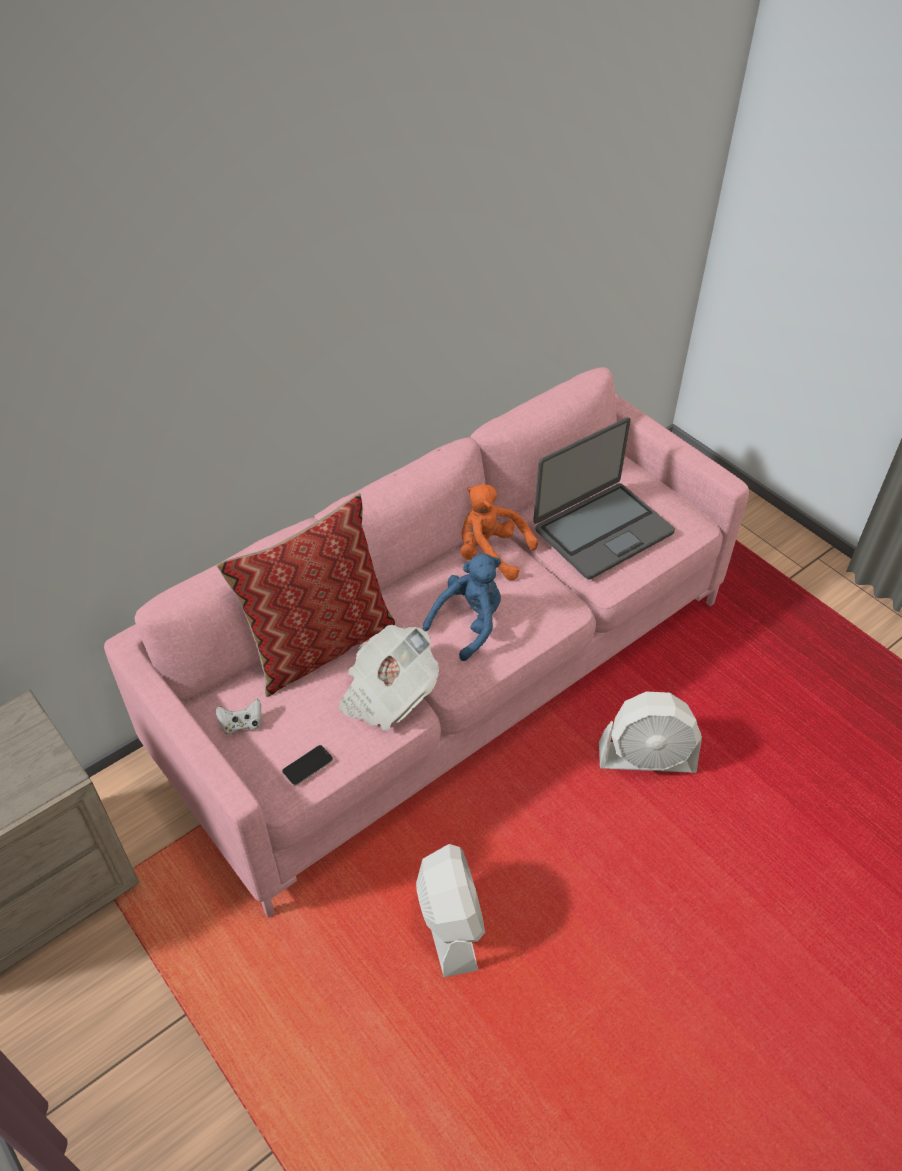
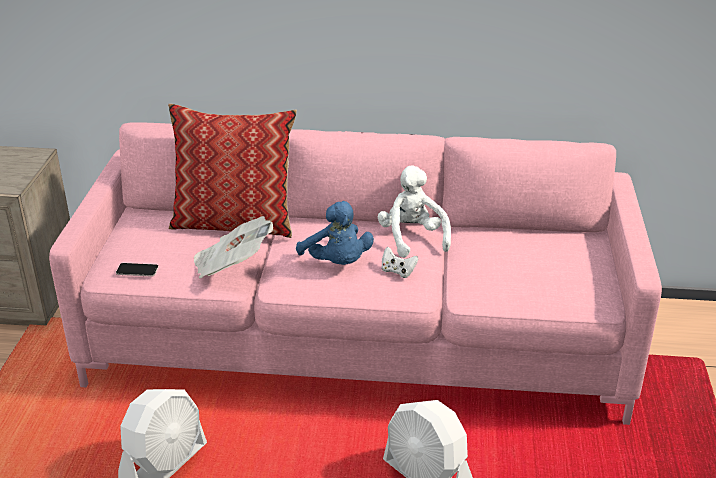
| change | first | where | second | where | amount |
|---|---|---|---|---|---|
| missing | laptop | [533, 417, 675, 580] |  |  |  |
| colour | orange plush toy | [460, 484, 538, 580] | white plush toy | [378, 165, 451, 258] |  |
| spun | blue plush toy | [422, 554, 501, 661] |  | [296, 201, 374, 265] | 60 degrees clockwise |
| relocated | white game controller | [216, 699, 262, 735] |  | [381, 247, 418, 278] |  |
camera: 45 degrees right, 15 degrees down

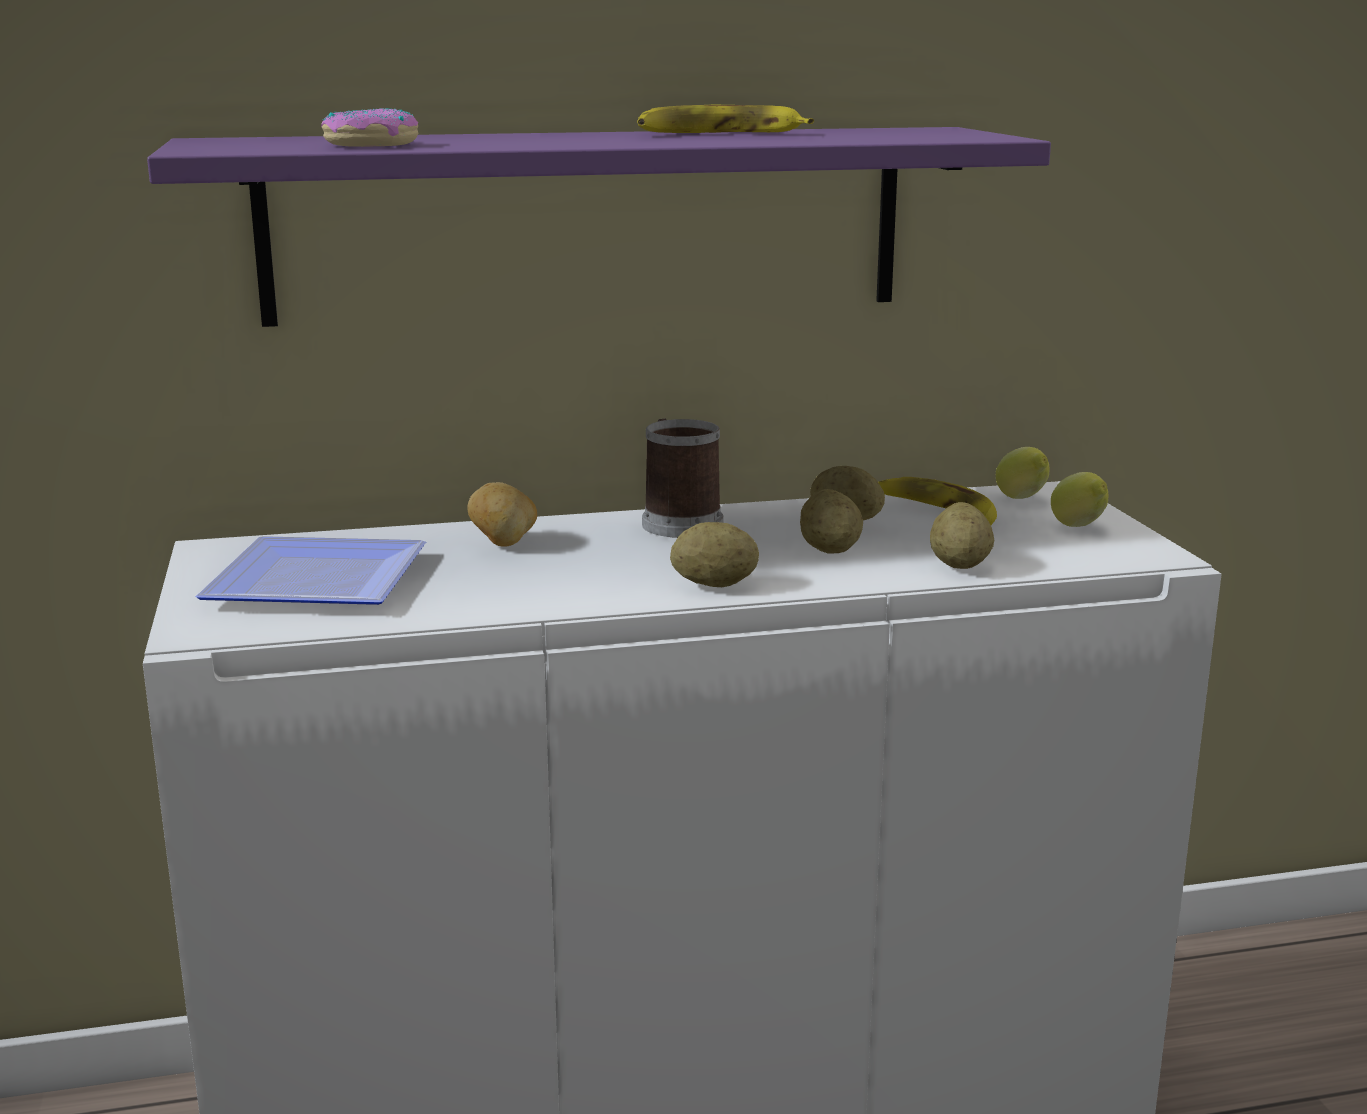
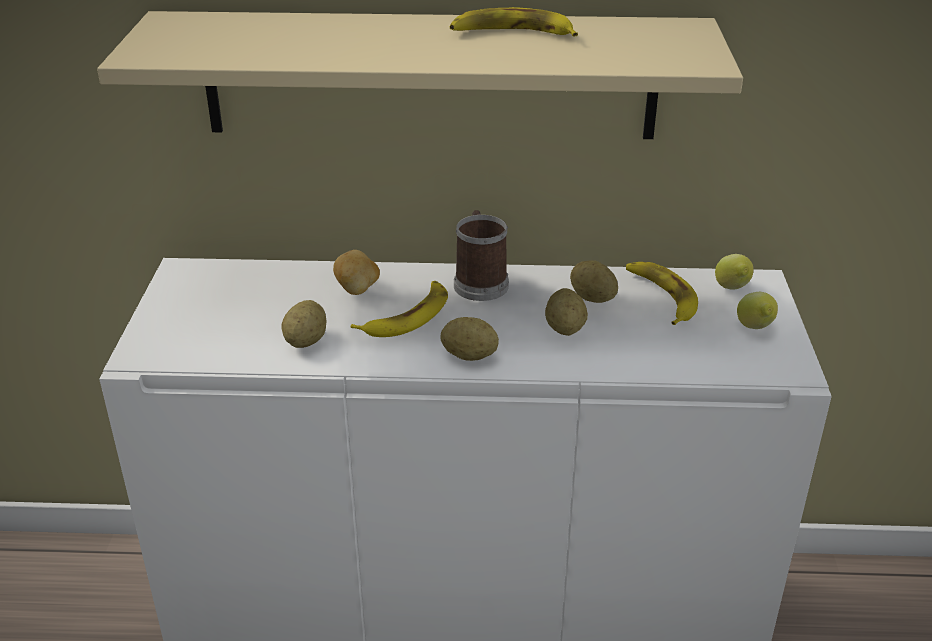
| change | first | where | second | where | amount |
|---|---|---|---|---|---|
| missing | donut | [321, 108, 418, 147] |  |  |  |
| colour | purple shelf | [147, 127, 1051, 327] | beige shelf | [97, 11, 743, 139] |  |
| relocated | potato | [930, 502, 994, 569] |  | [281, 300, 327, 348] |  |
| missing | plate | [195, 536, 426, 605] |  |  |  |
| appeared |  |  | banana | [351, 281, 448, 337] |  |
camera: 15 degrees right, 15 degrees up

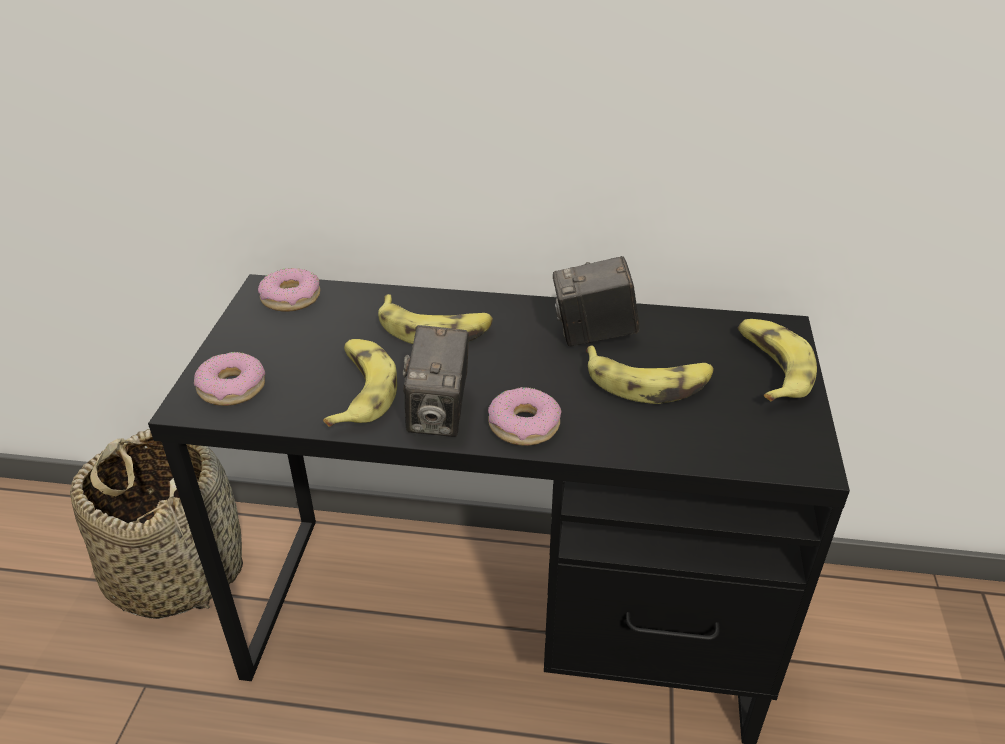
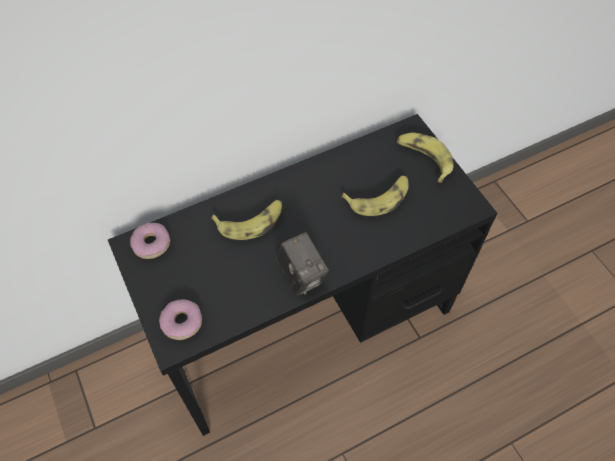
| change | first | where | second | where | amount |
|---|---|---|---|---|---|
| missing | photo camera | [553, 256, 640, 347] |  |  |  |
| missing | banana | [323, 339, 397, 427] |  |  |  |
| missing | donut | [488, 387, 561, 446] |  |  |  |
| missing | basket | [70, 429, 243, 619] |  |  |  |
camera: 35 degrees left, 20 degrees up

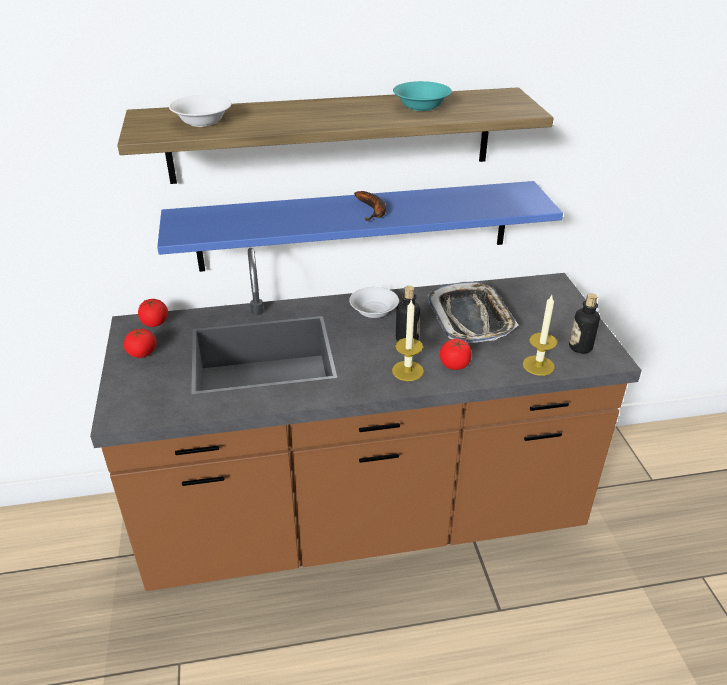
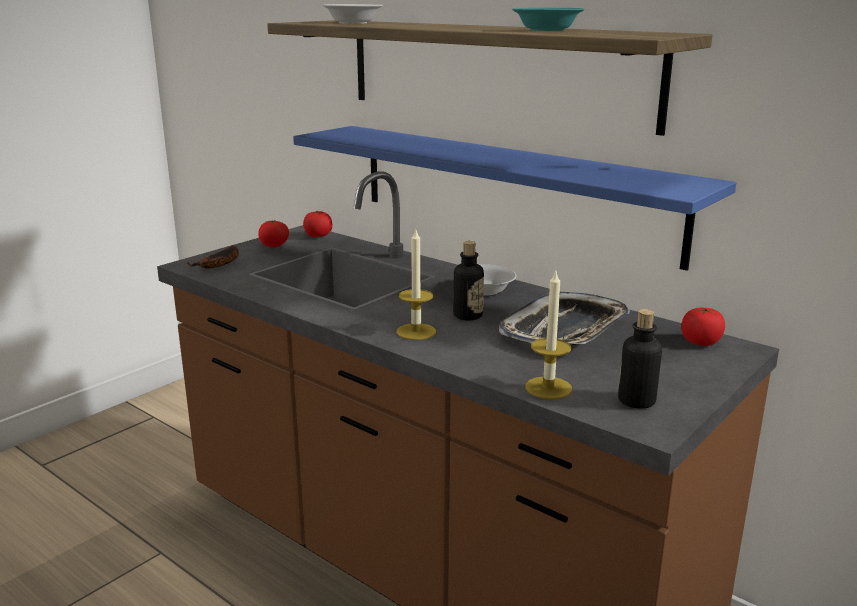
| change | first | where | second | where | amount |
|---|---|---|---|---|---|
| relocated | banana | [354, 191, 386, 221] |  | [187, 246, 239, 269] |  |
| relocated | tomato | [440, 339, 472, 370] |  | [681, 307, 725, 346] |  |
camera: 50 degrees right, 15 degrees down

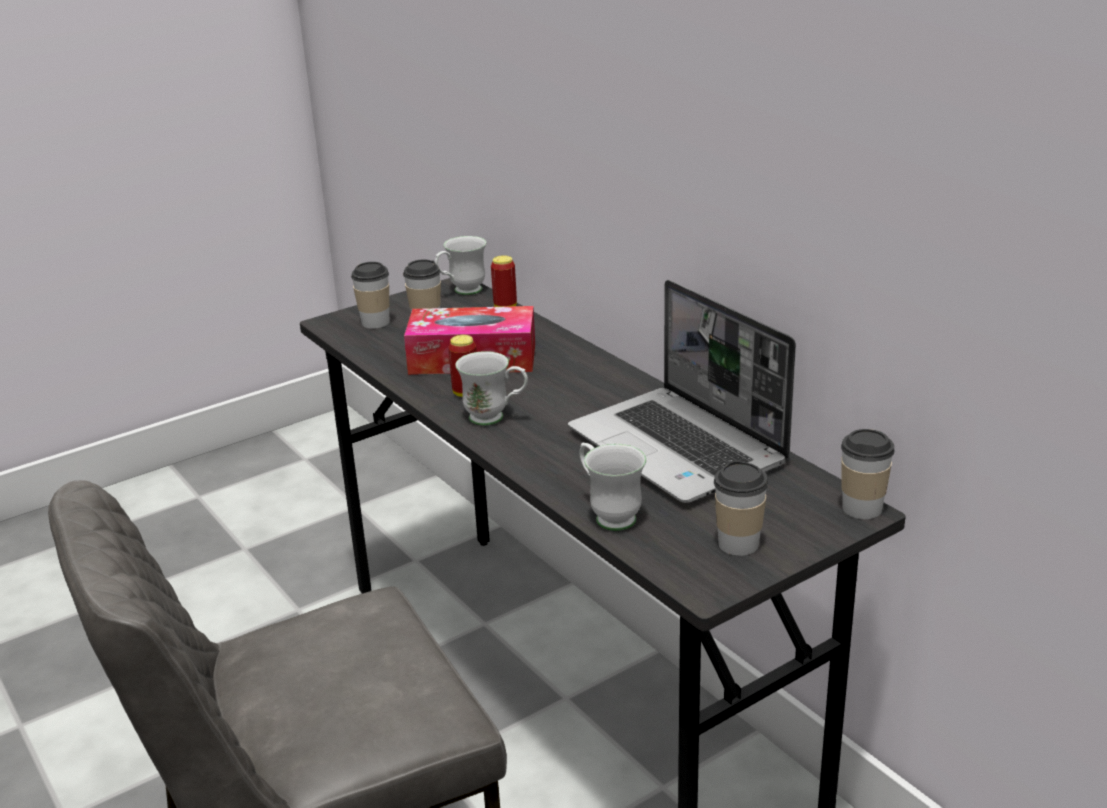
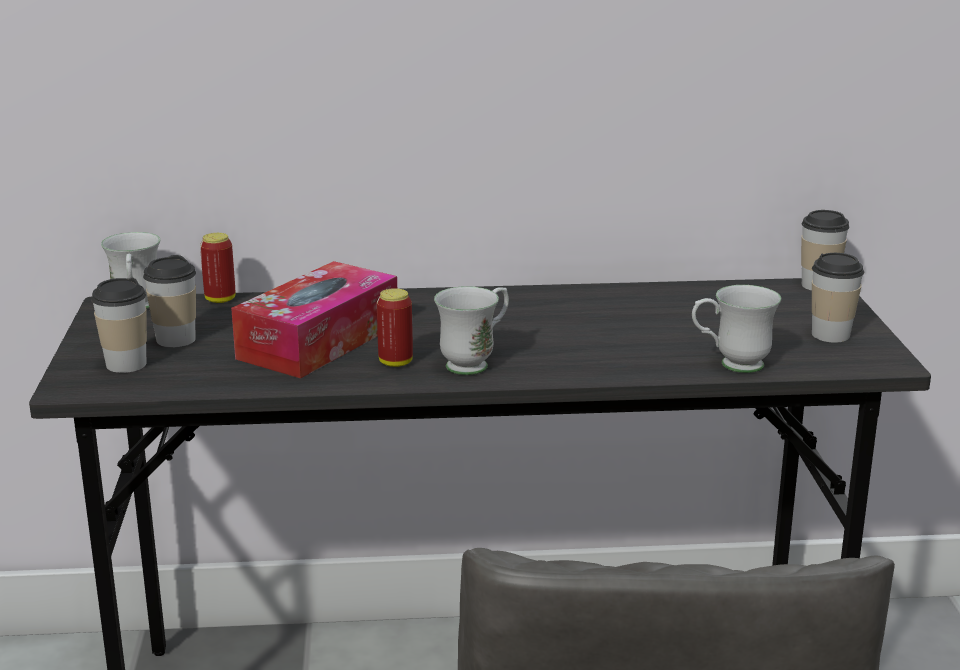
| change | first | where | second | where | amount |
|---|---|---|---|---|---|
| missing | laptop | [568, 280, 796, 503] |  |  |  |
camera: 60 degrees left, 5 degrees down

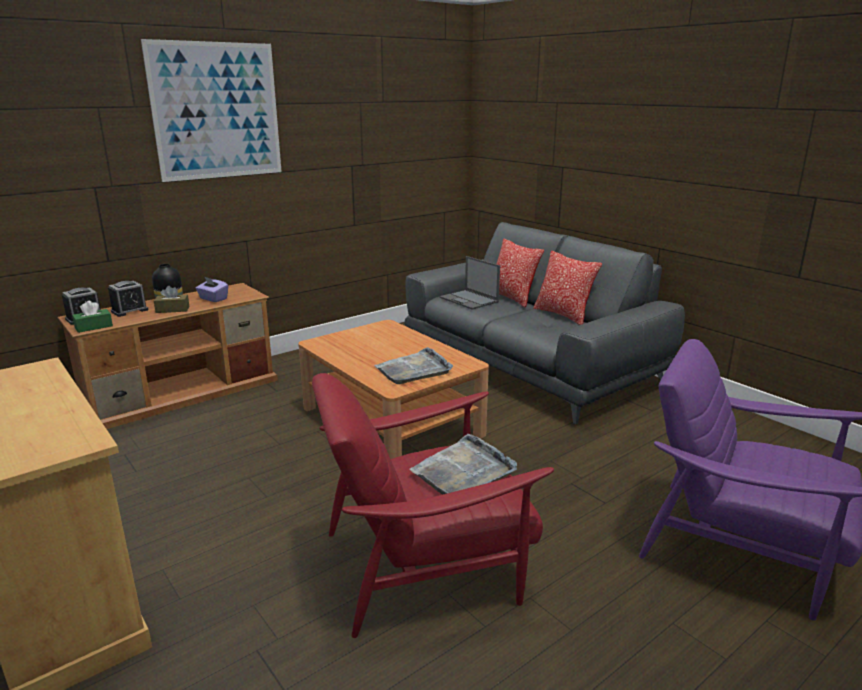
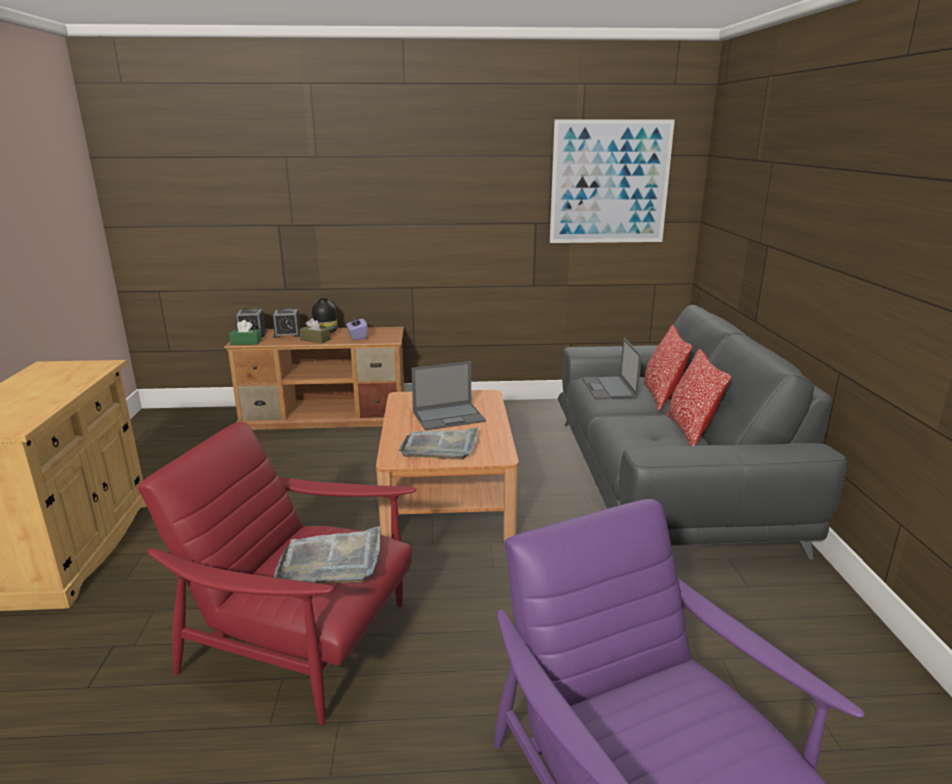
| change | first | where | second | where | amount |
|---|---|---|---|---|---|
| relocated | picture | [141, 39, 282, 182] |  | [550, 119, 675, 243] |  |
| appeared |  |  | laptop | [411, 361, 486, 431] |  |
camera: 35 degrees right, 0 degrees up

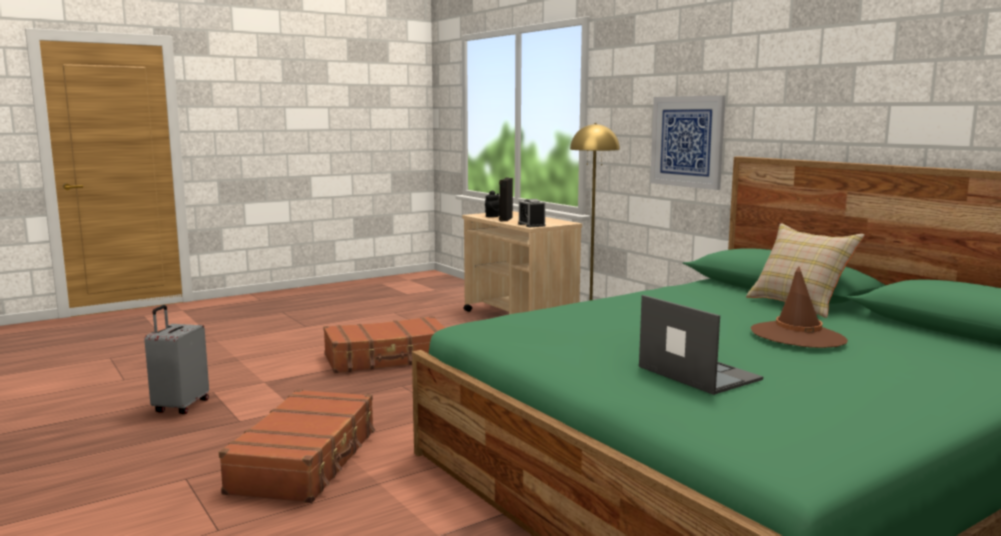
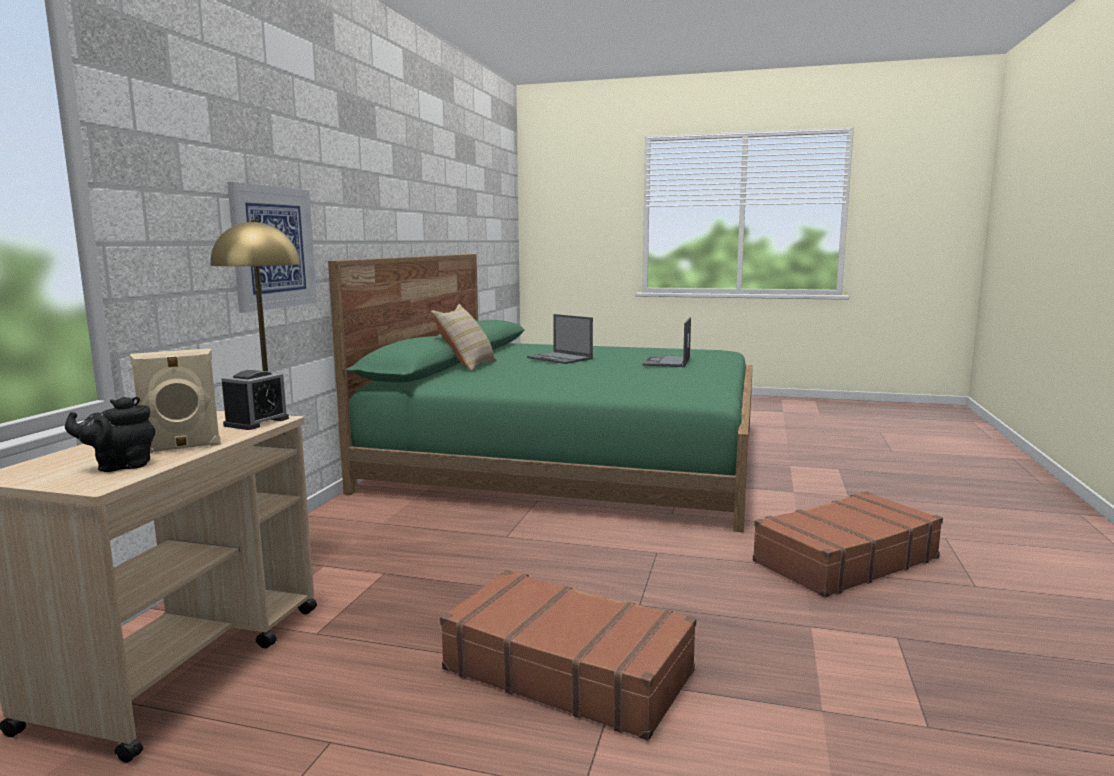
| change | first | where | second | where | amount |
|---|---|---|---|---|---|
| colour | black speaker | [499, 178, 513, 222] | beige speaker | [130, 349, 221, 453] |  |
| exchanged | brown hat | [751, 266, 848, 348] | laptop | [527, 314, 593, 364] |  |
| missing | grey suitcase | [144, 305, 209, 414] |  |  |  |
camera: 130 degrees left, 0 degrees up

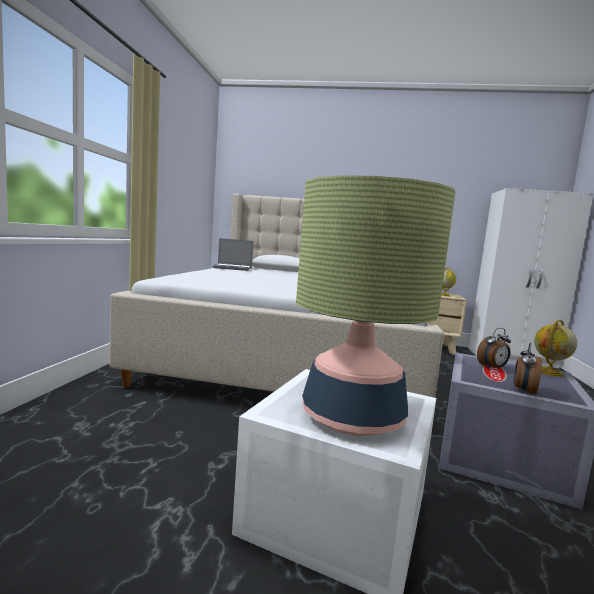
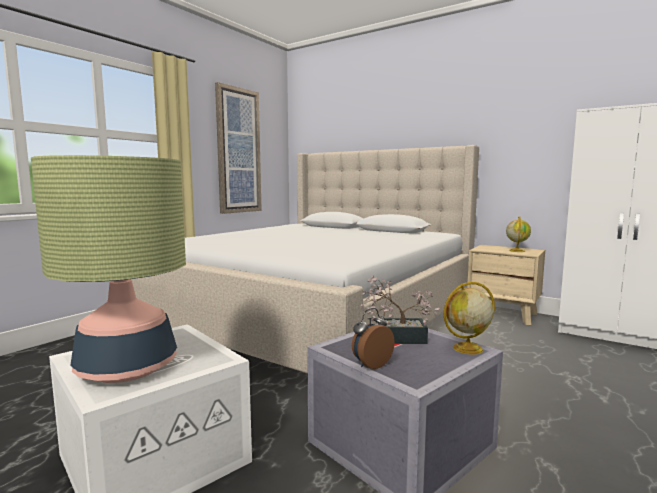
| change | first | where | second | where | amount |
|---|---|---|---|---|---|
| missing | laptop | [213, 238, 254, 271] |  |  |  |
| exchanged | alarm clock | [477, 328, 511, 369] | potted plant | [361, 276, 440, 344] |  |
| appeared |  |  | picture | [215, 82, 262, 214] |  |
camera: 25 degrees right, 0 degrees up

